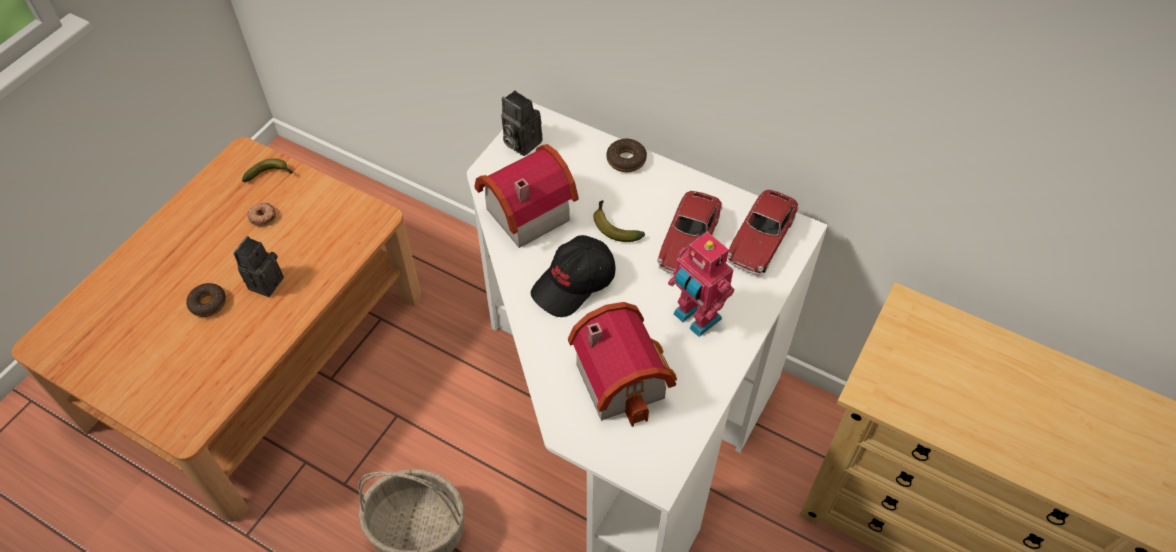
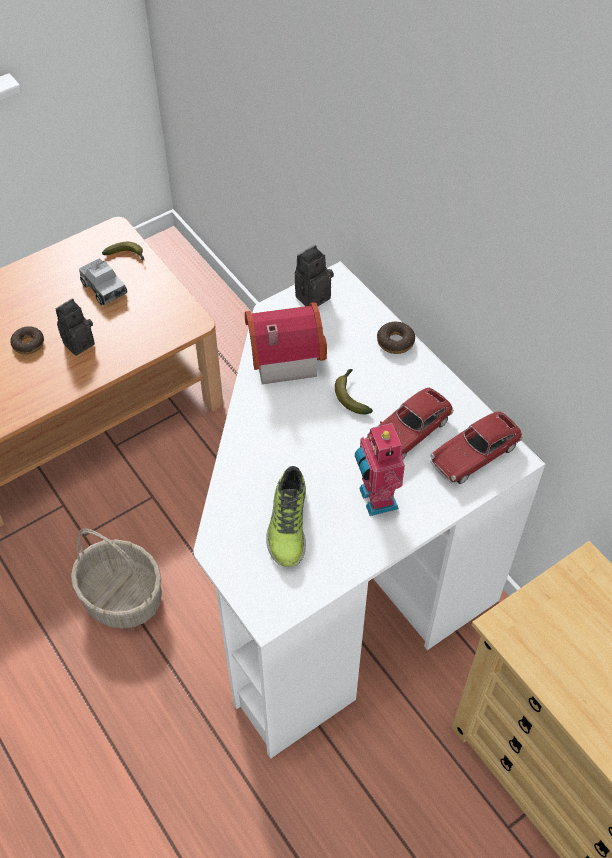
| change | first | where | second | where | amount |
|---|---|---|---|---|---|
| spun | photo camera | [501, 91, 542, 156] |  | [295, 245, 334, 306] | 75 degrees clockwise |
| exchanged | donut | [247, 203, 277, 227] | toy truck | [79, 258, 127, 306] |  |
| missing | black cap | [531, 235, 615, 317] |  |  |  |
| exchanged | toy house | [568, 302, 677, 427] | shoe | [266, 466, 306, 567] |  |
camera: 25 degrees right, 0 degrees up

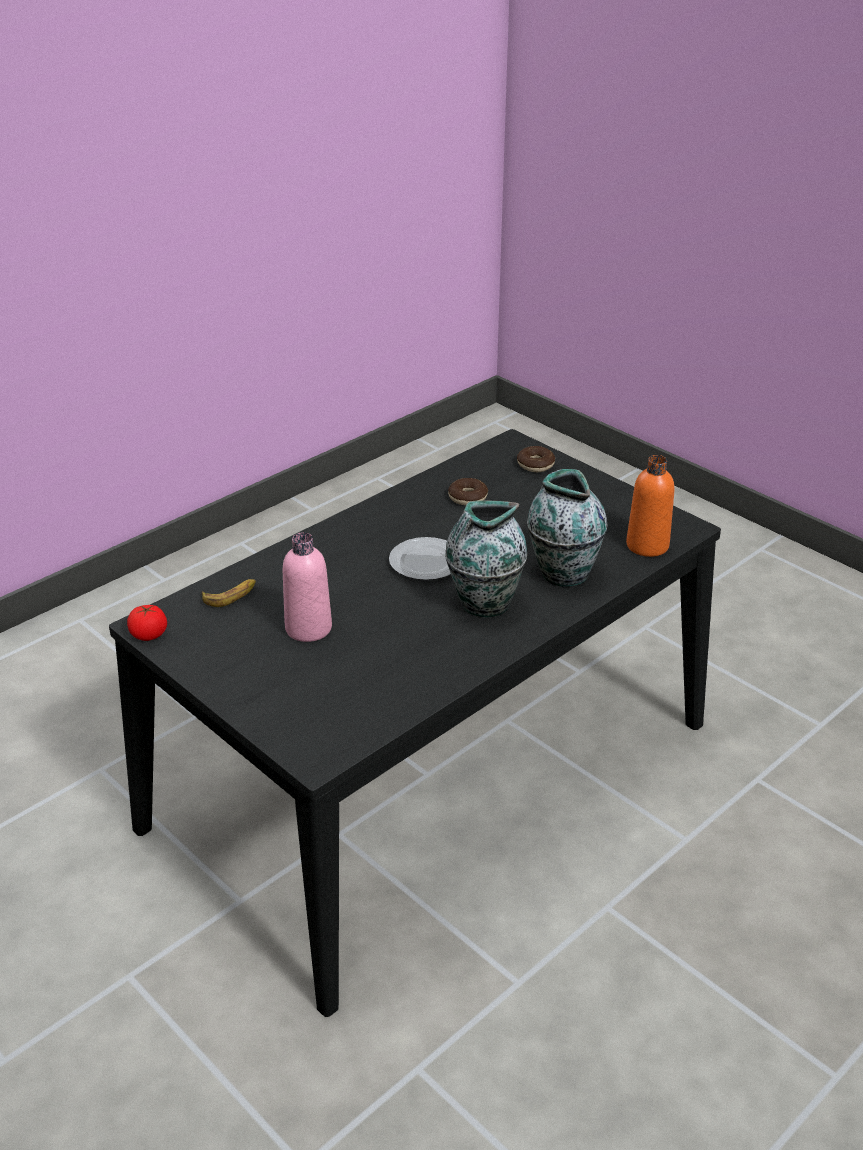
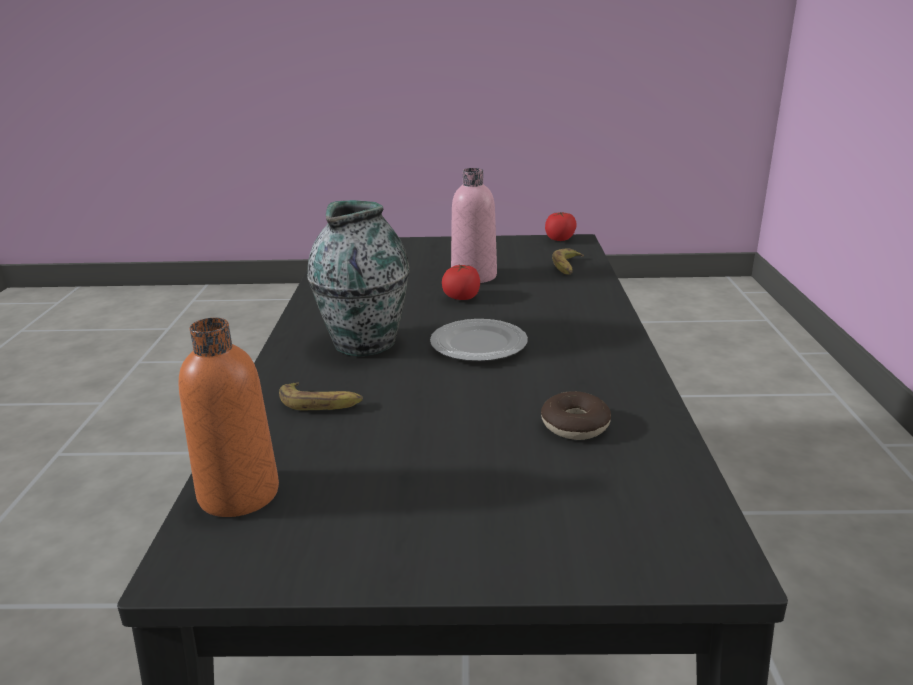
| change | first | where | second | where | amount |
|---|---|---|---|---|---|
| missing | donut | [517, 446, 555, 472] |  |  |  |
| exchanged | vase | [527, 469, 608, 587] | banana | [279, 382, 363, 411] |  |
| appeared |  |  | tomato | [442, 264, 480, 300] |  |
camera: 135 degrees right, 10 degrees down

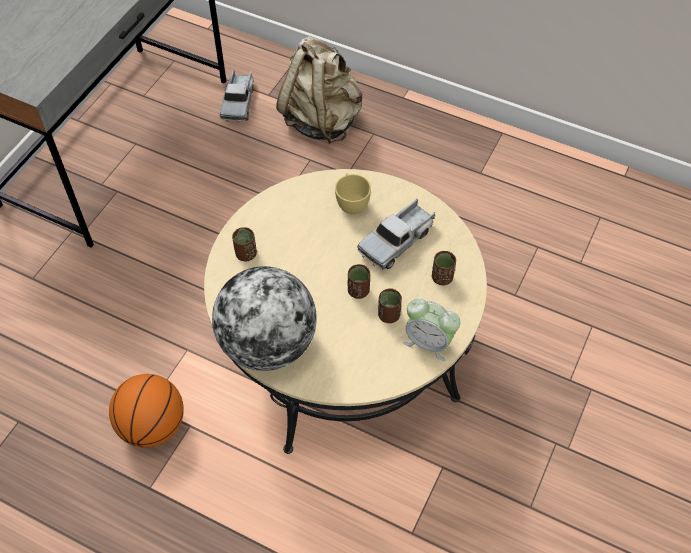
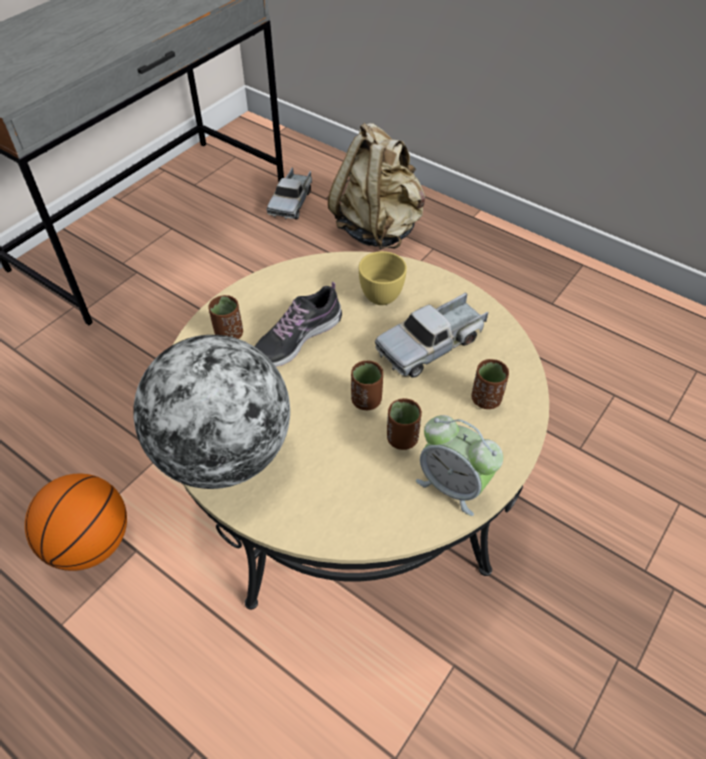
| change | first | where | second | where | amount |
|---|---|---|---|---|---|
| appeared |  |  | shoe | [255, 282, 342, 367] |  |
camera: 10 degrees right, 5 degrees down

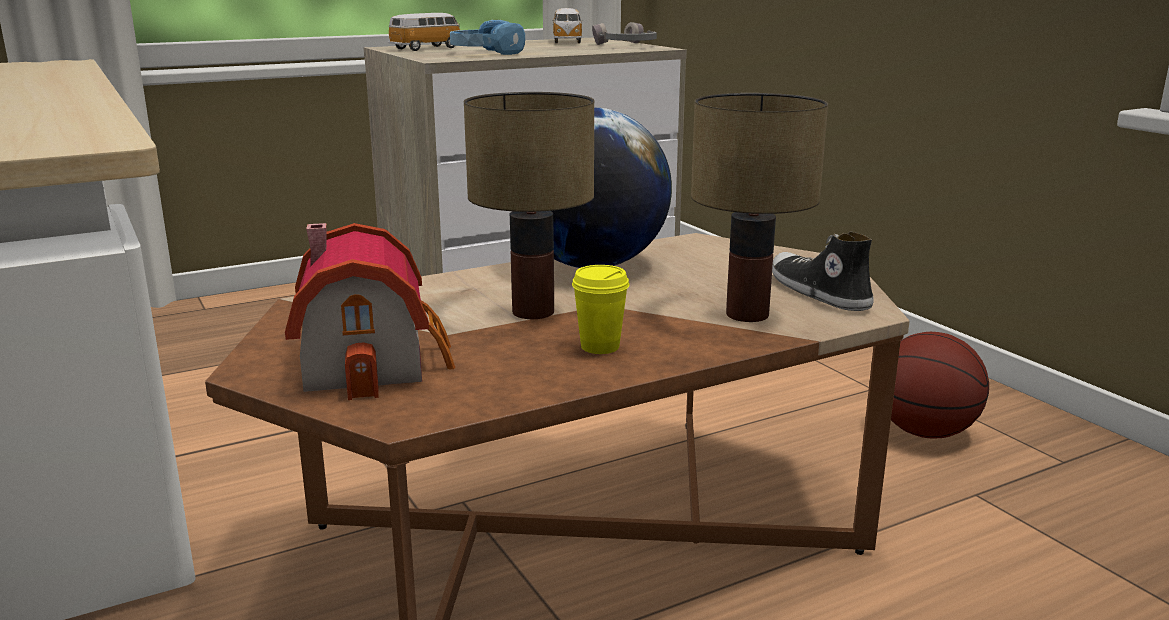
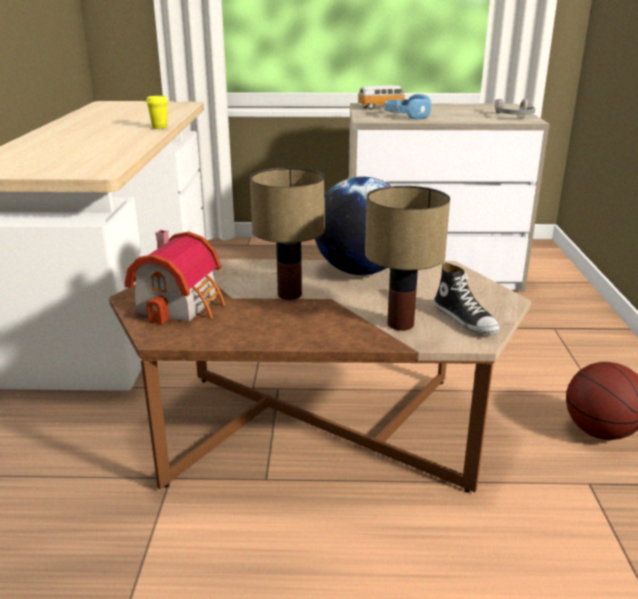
| change | first | where | second | where | amount |
|---|---|---|---|---|---|
| missing | toy car | [552, 8, 583, 43] |  |  |  |
| spun | shoe | [772, 231, 874, 311] |  | [434, 262, 500, 335] | 150 degrees clockwise |
| relocated | yellow cup | [572, 265, 629, 354] |  | [146, 96, 168, 129] |  |
camera: 30 degrees right, 5 degrees up

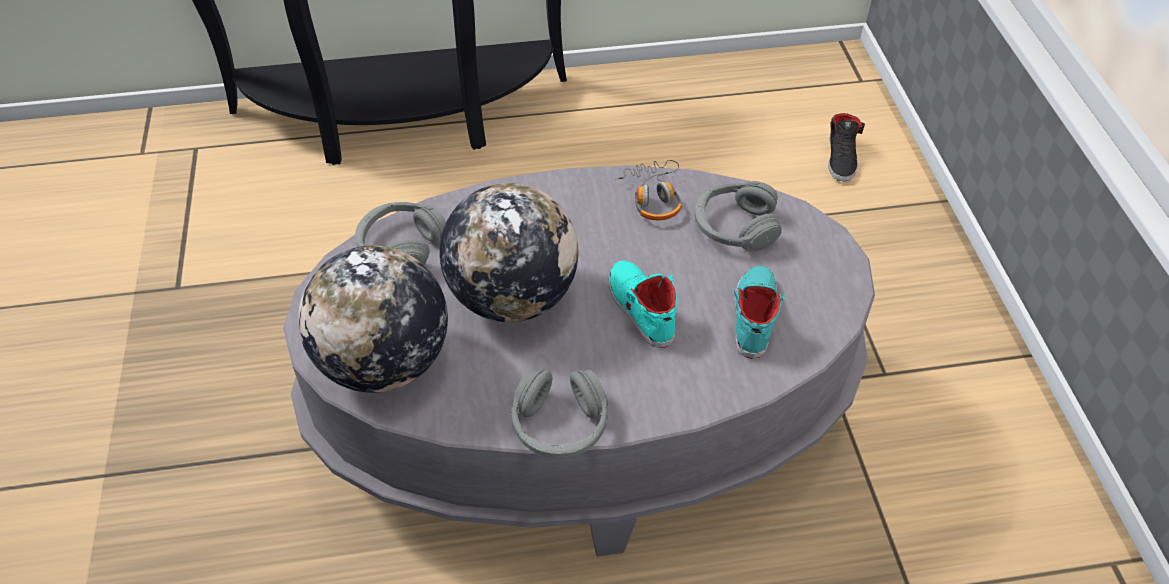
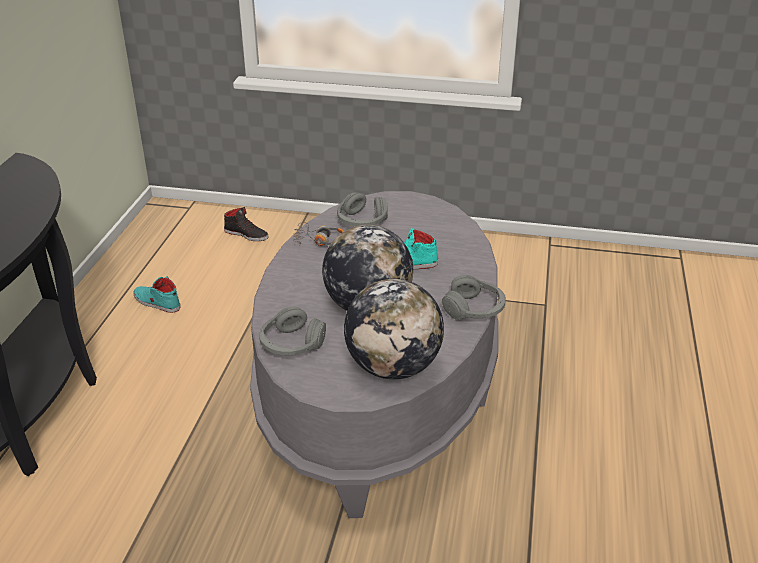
| change | first | where | second | where | amount |
|---|---|---|---|---|---|
| relocated | turquoise shoe | [734, 266, 786, 359] |  | [133, 276, 181, 313] |  |
camera: 70 degrees left, 15 degrees down

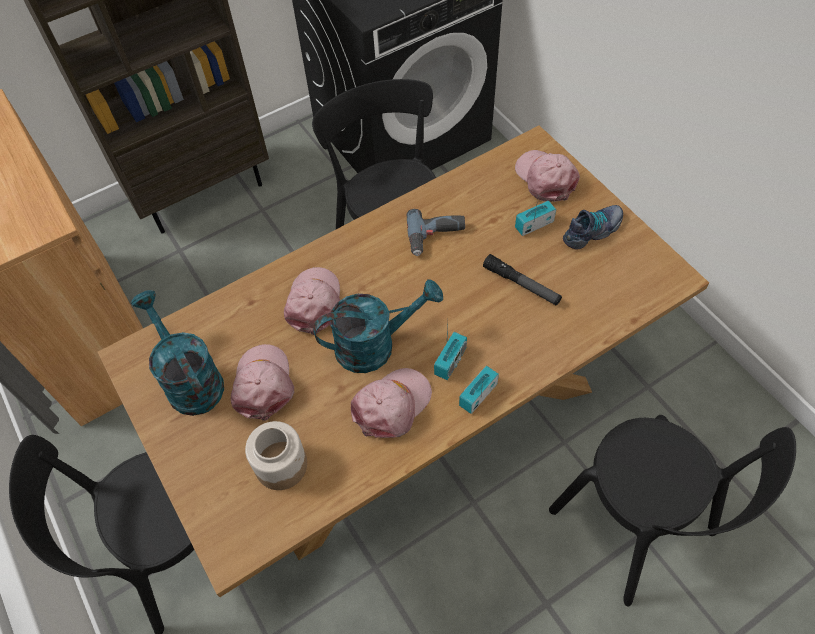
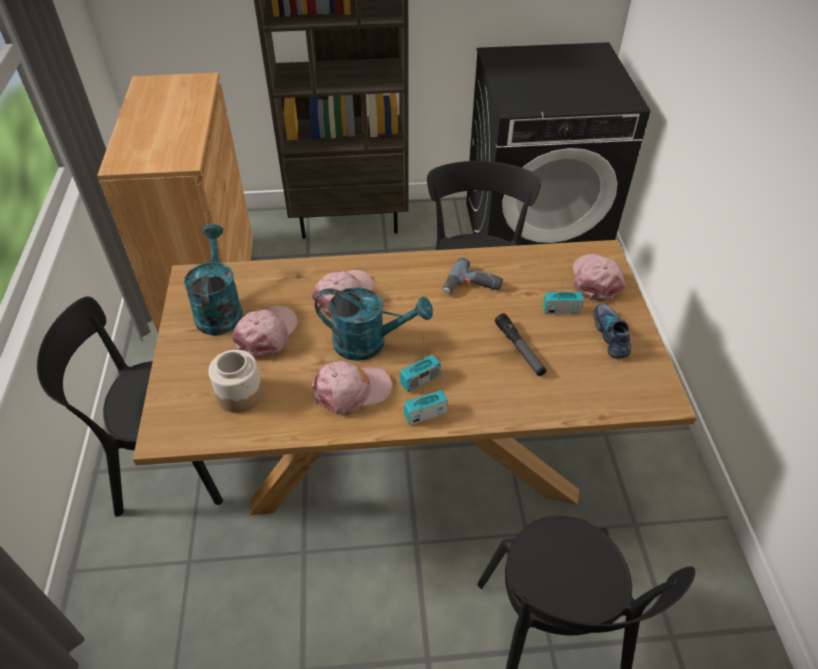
| change | first | where | second | where | amount |
|---|---|---|---|---|---|
| spun | shoe | [563, 205, 623, 250] |  | [593, 304, 631, 359] | 90 degrees counterclockwise |
camera: 25 degrees right, 10 degrees down

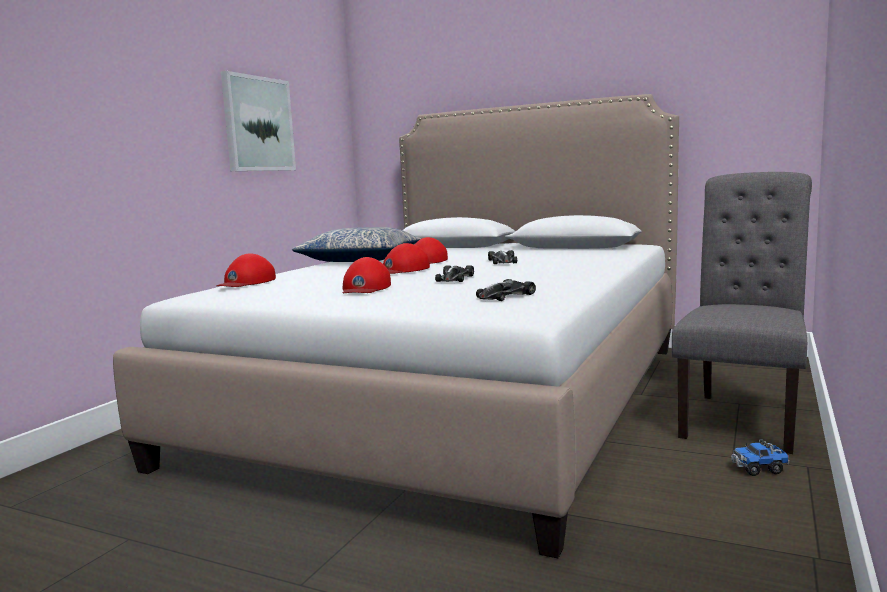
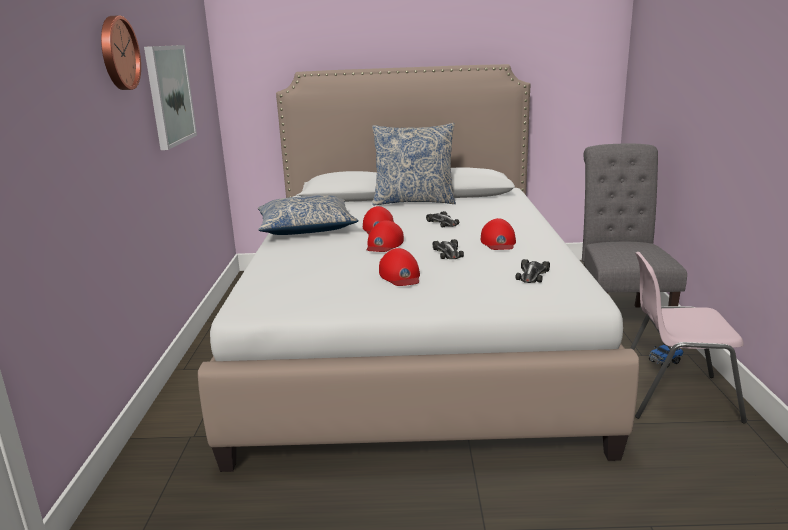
| change | first | where | second | where | amount |
|---|---|---|---|---|---|
| relocated | red cap | [216, 253, 276, 287] |  | [481, 218, 516, 250] |  |
| appeared |  |  | wall clock | [101, 15, 141, 90] |  |
| appeared |  |  | pillow | [372, 123, 456, 206] |  |
| appeared |  |  | pink chair | [630, 252, 747, 424] |  |
camera: 25 degrees left, 10 degrees up

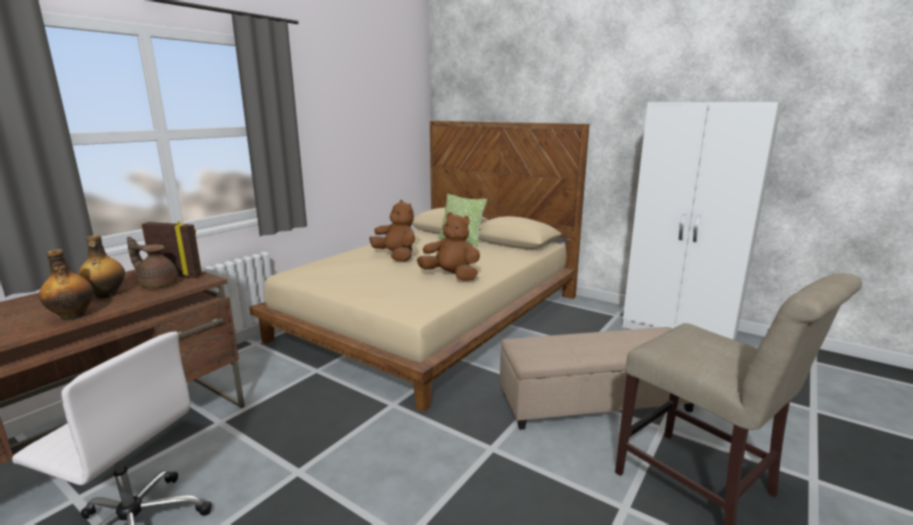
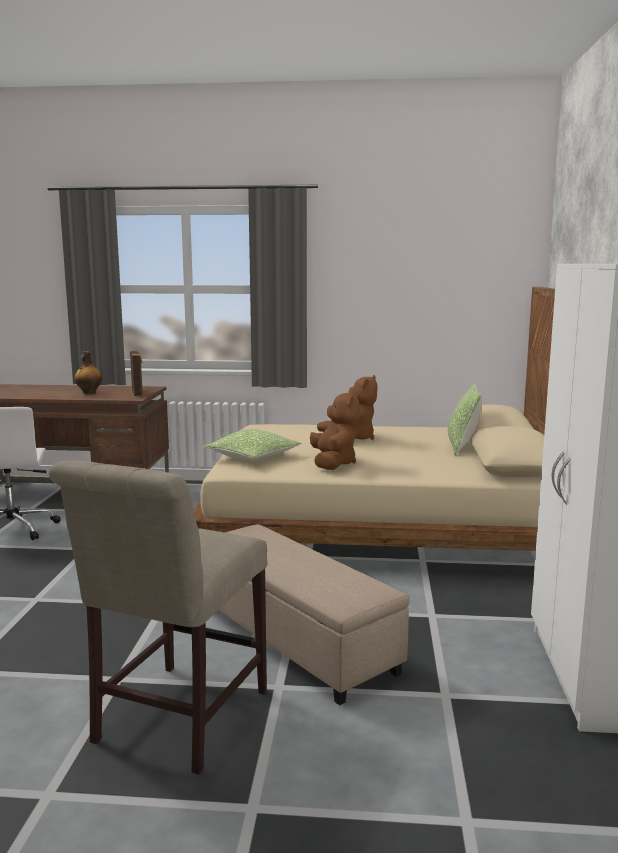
| change | first | where | second | where | amount |
|---|---|---|---|---|---|
| missing | brown teapot | [127, 237, 178, 288] |  |  |  |
| missing | bottle | [39, 249, 94, 320] |  |  |  |
| appeared |  |  | pillow | [204, 429, 301, 460] |  |
camera: 60 degrees right, 5 degrees down

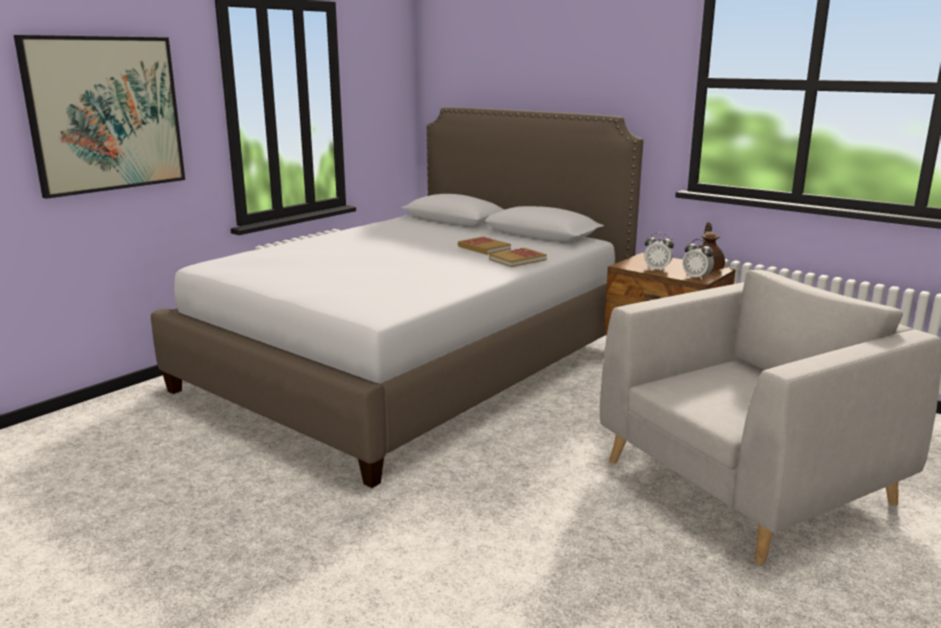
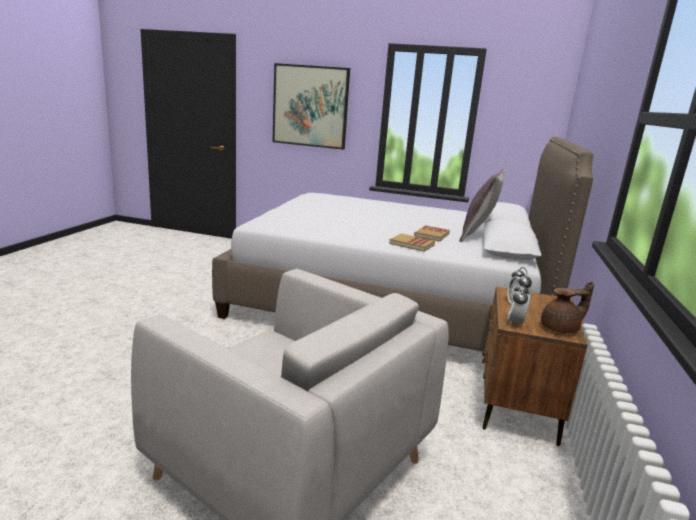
| change | first | where | second | where | amount |
|---|---|---|---|---|---|
| appeared |  |  | grey pillow | [459, 169, 505, 242] |  |
camera: 65 degrees right, 0 degrees up

